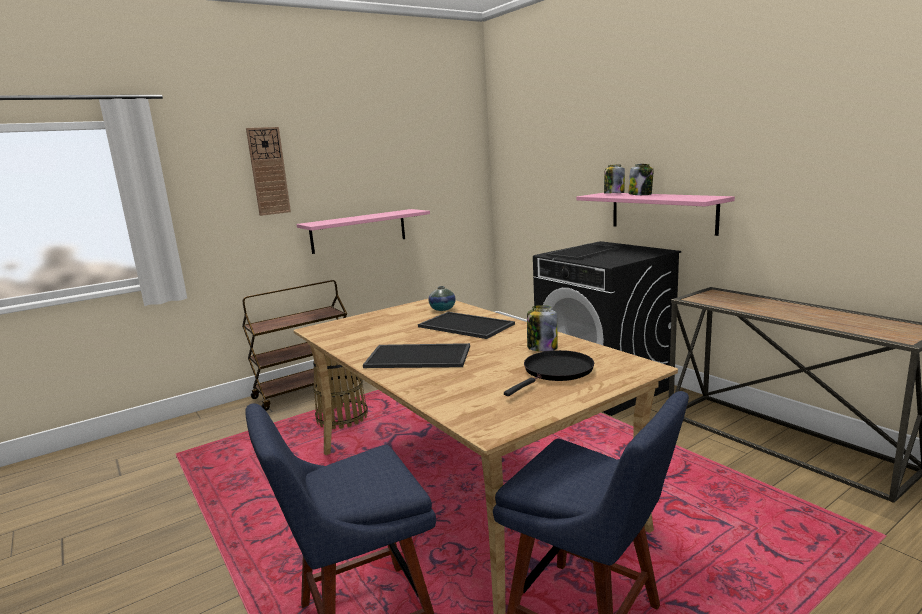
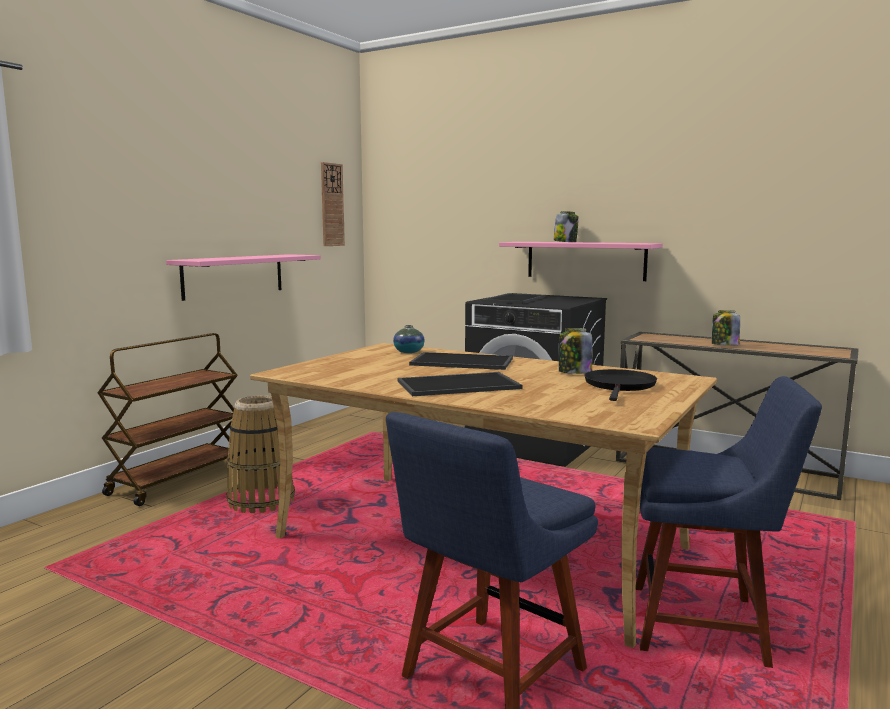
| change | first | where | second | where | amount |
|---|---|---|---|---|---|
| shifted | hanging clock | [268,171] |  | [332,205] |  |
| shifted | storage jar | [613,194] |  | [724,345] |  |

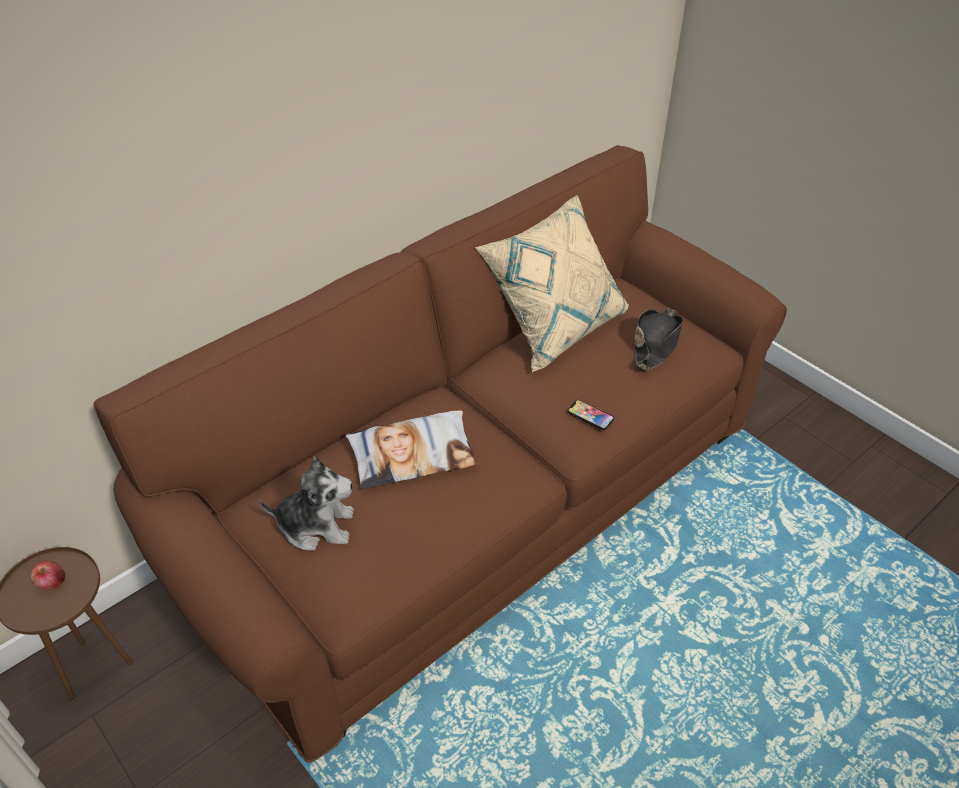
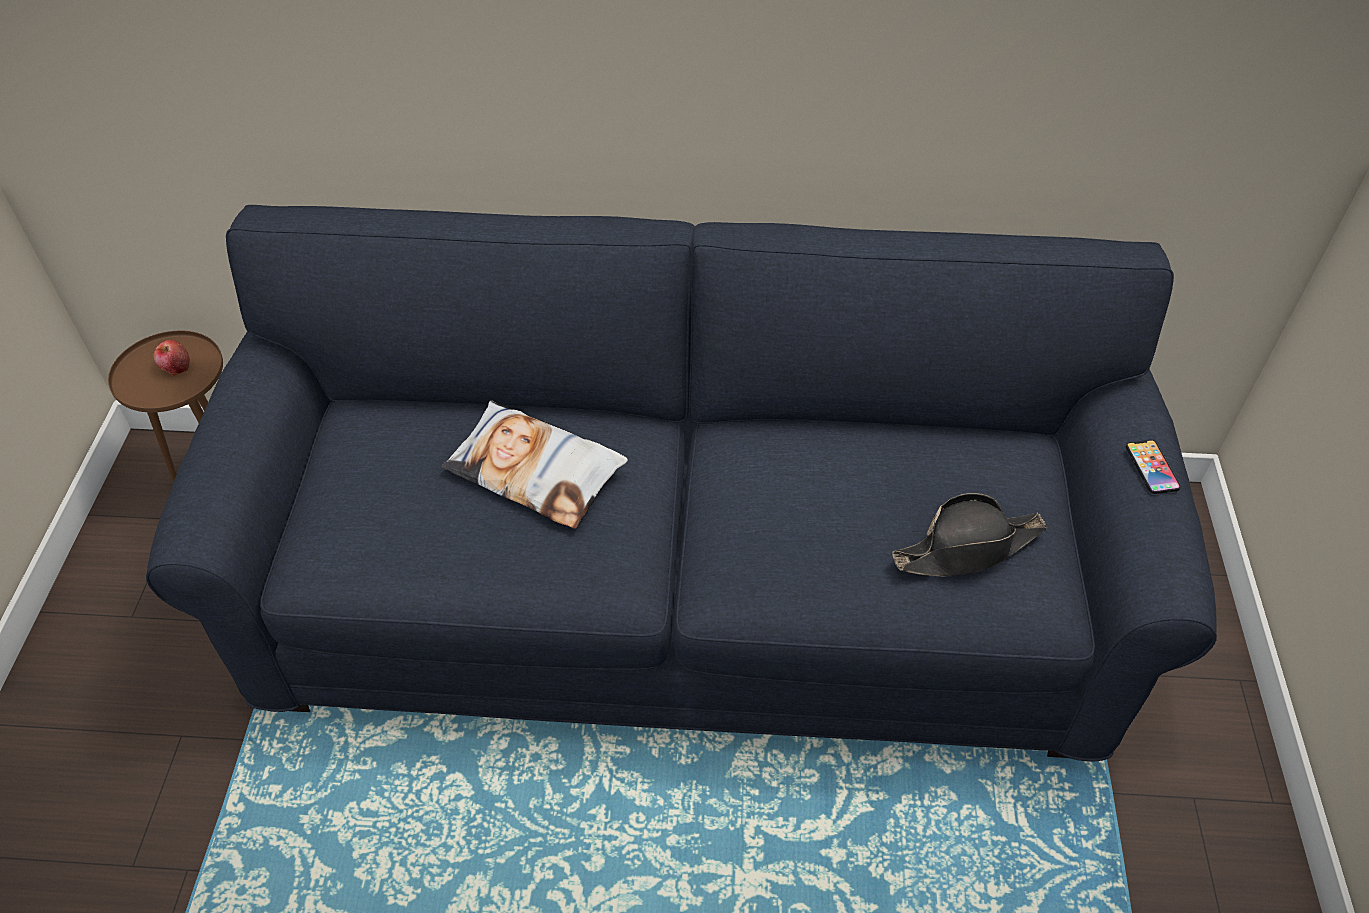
| change | first | where | second | where | amount |
|---|---|---|---|---|---|
| gone | soft toy | [316,525] |  |  |  |
| gone | beige-coloured cushion | [555,325] |  |  |  |
| shifted | telephone | [590,415] |  | [1152,467] |  |
| repainted | brown-coloured settee | [479,501] | bluish settee | [685,594] |  |

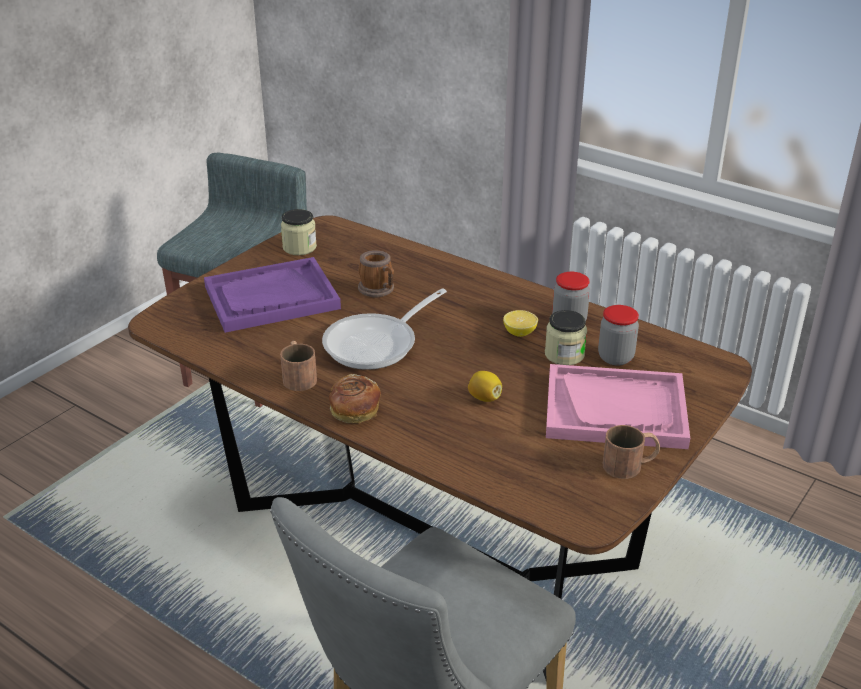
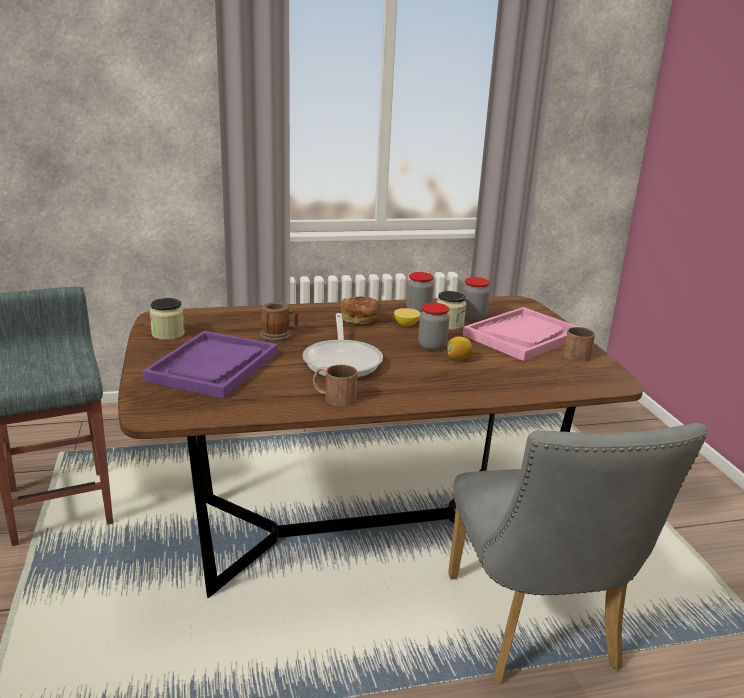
| change | first | where | second | where | amount |
|---|---|---|---|---|---|
| new |  |  | storage jar | [432,346] |  |
| shifted | baked bread | [354,412] |  | [360,319] |  |

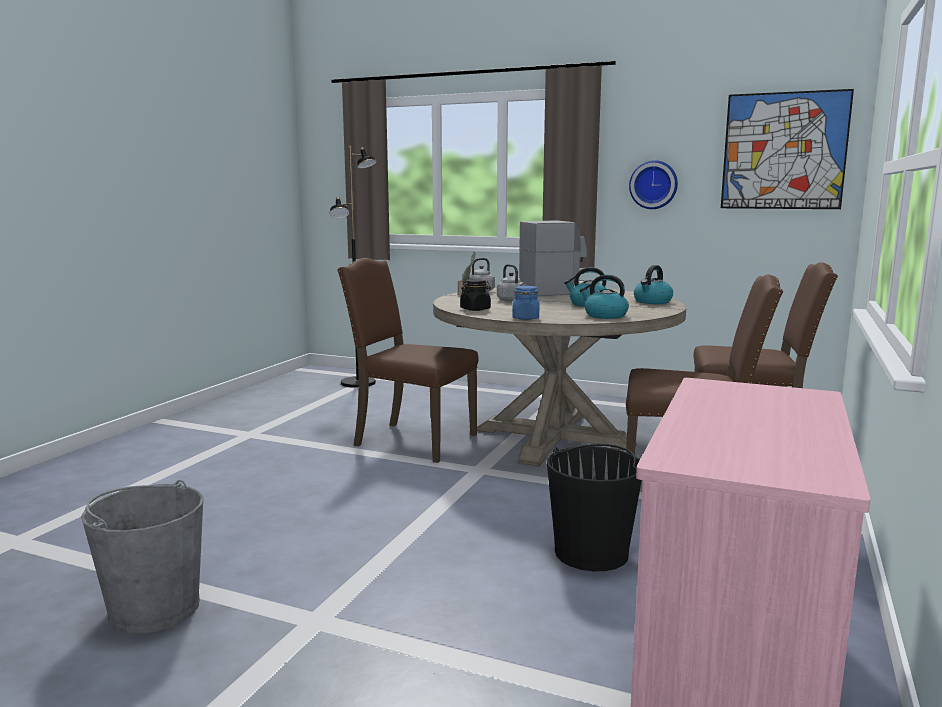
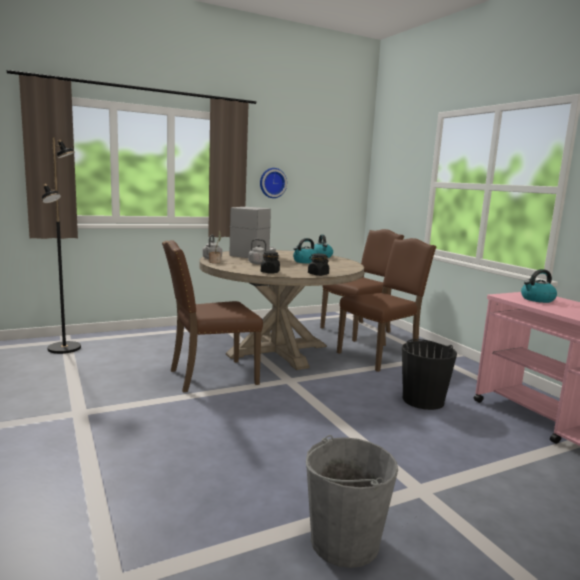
| change | first | where | second | where | amount |
|---|---|---|---|---|---|
| gone | wall art | [784,151] |  |  |  |
| shifted | kettle | [604,315] |  | [537,299] |  |
| repainted | bluish storage jar | [525,318] | blackish storage jar | [318,274] |  |

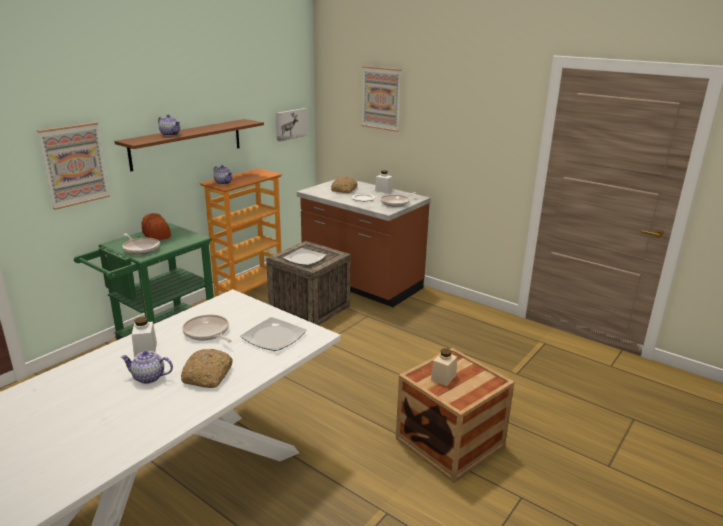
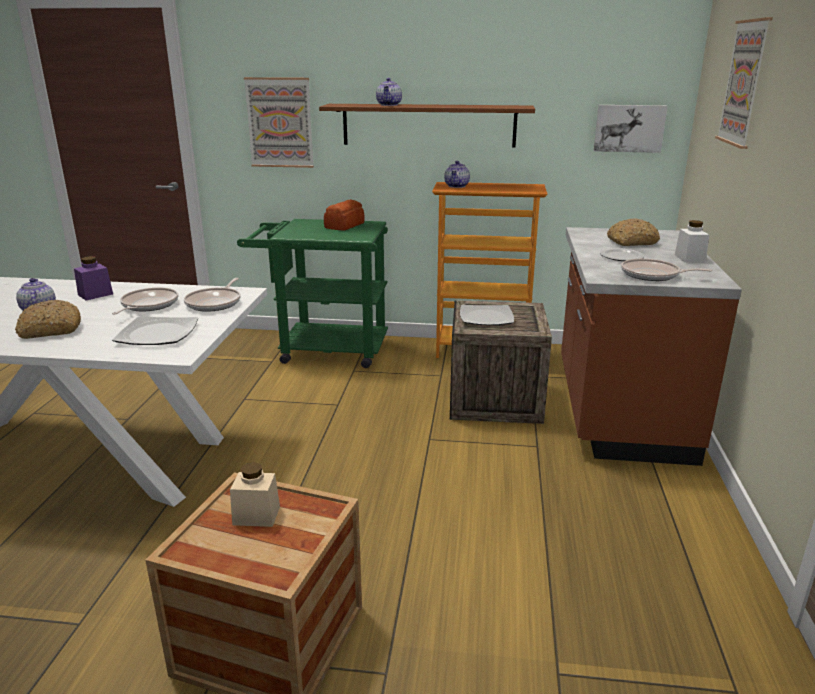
| change | first | where | second | where | amount |
|---|---|---|---|---|---|
| shifted | frying pan | [141,248] |  | [215,303] |  |
| repainted | whitish storage jar | [145,349] | purple storage jar | [95,294] |  |

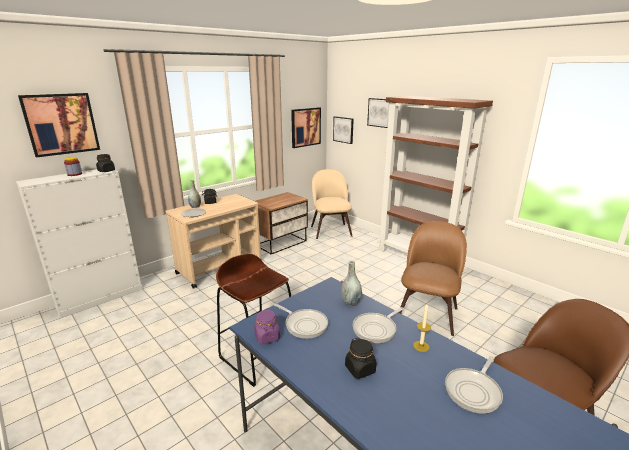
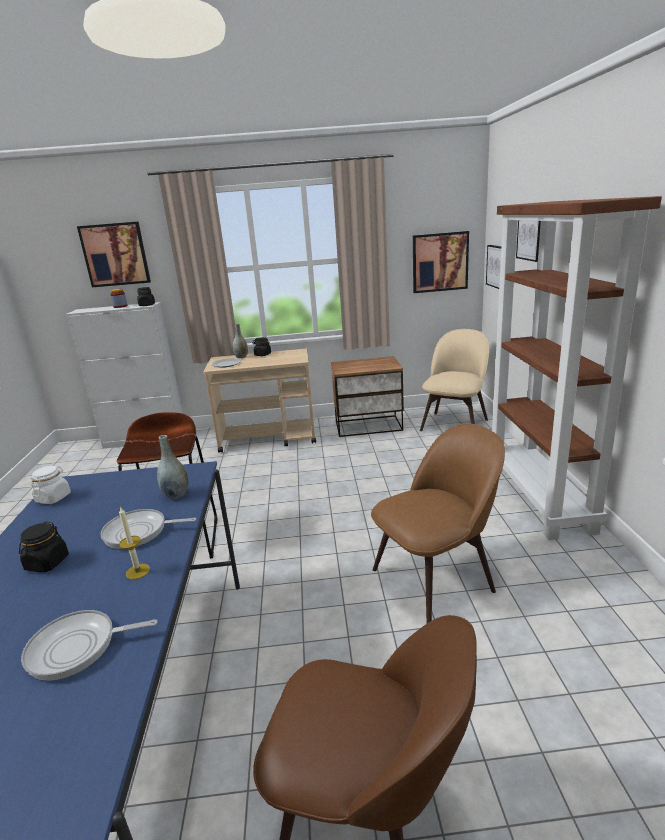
| change | first | where | second | where | amount |
|---|---|---|---|---|---|
| gone | frying pan | [304,324] |  |  |  |
| repainted | purple storage jar | [267,337] | whitish storage jar | [53,498] |  |

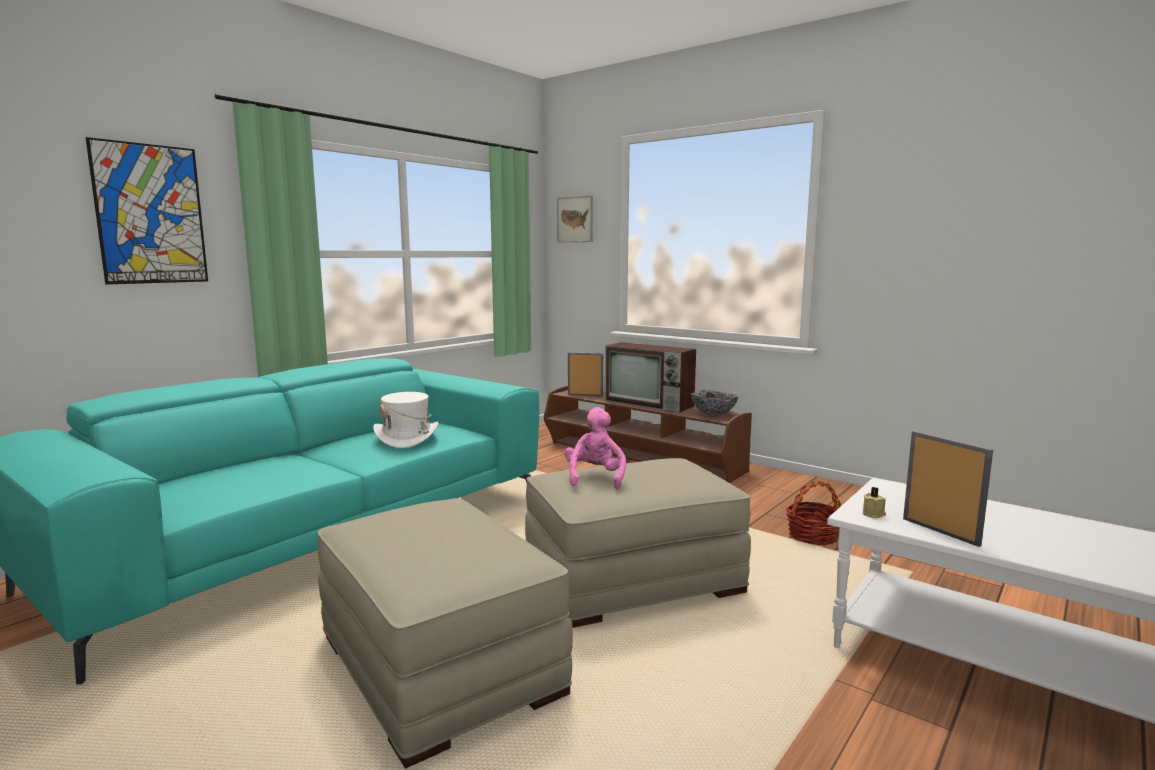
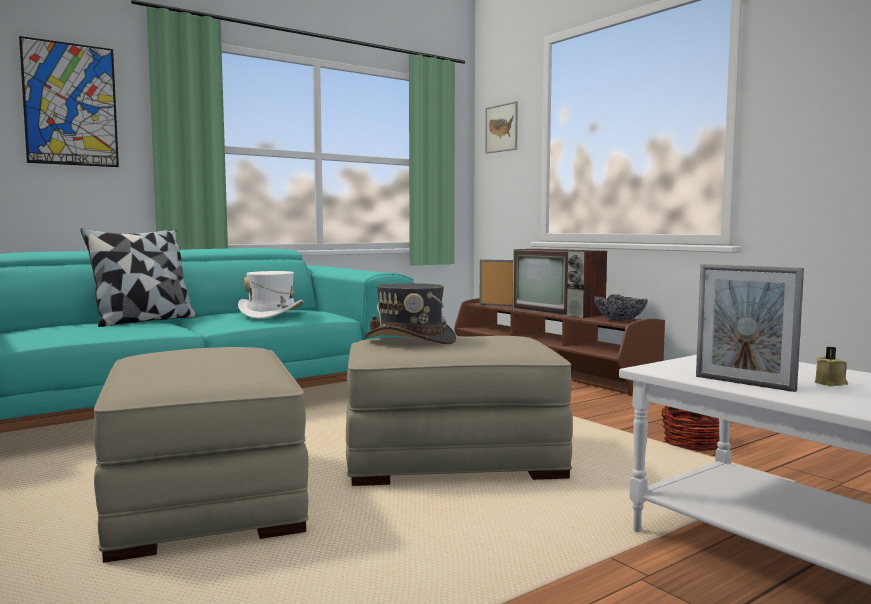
| change | first | where | second | where | amount |
|---|---|---|---|---|---|
| new |  |  | cushion | [143,321] |  |
| shifted | beige-coloured wax light | [874,514] |  | [831,383] |  |
| swapped | pink-coloured soft toy | [595,478] | grey hat | [410,340] |  |
| rotated | standing frame | [940,531] |  | [744,383] | 150 degrees clockwise |

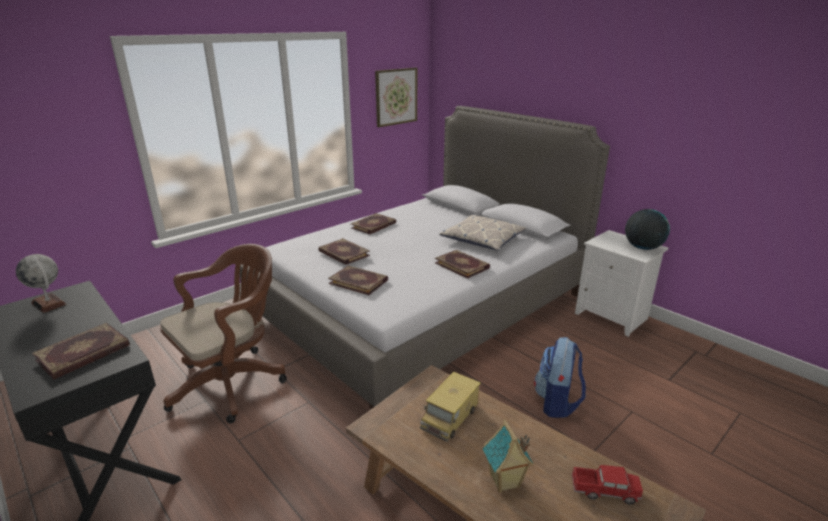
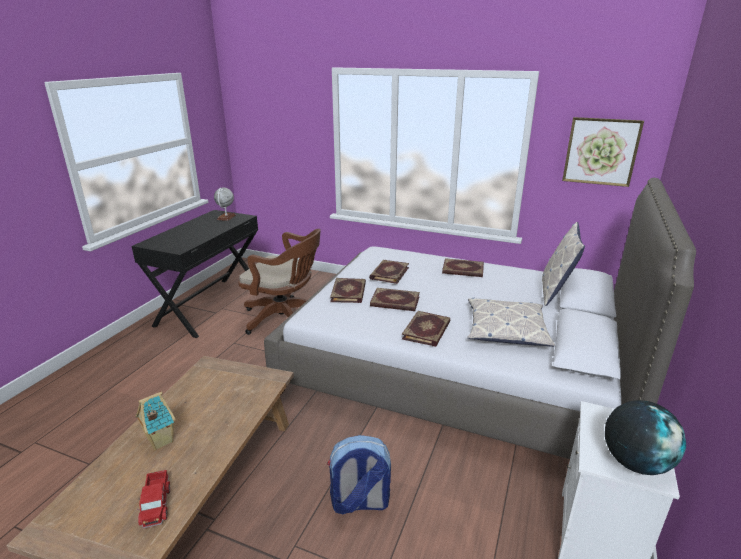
| change | first | where | second | where | amount |
|---|---|---|---|---|---|
| gone | toy lorry | [450,417] |  |  |  |
| new |  |  | cushion | [555,292] |  |
| shifted | book | [84,353] |  | [395,302] |  |

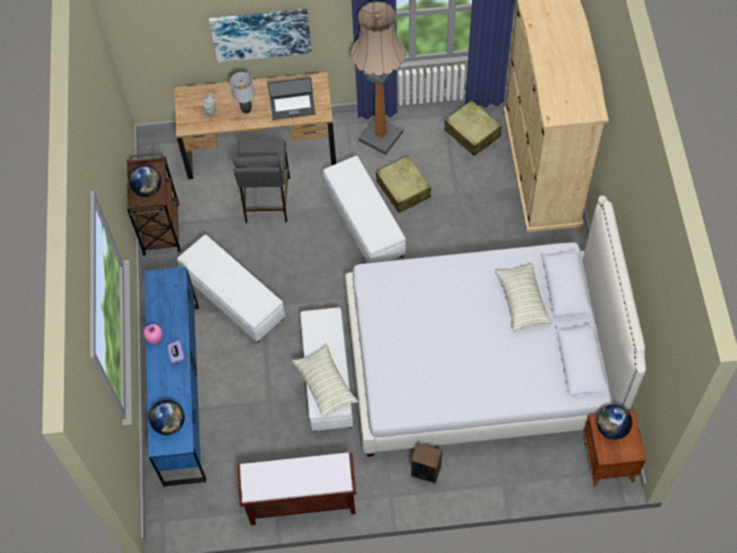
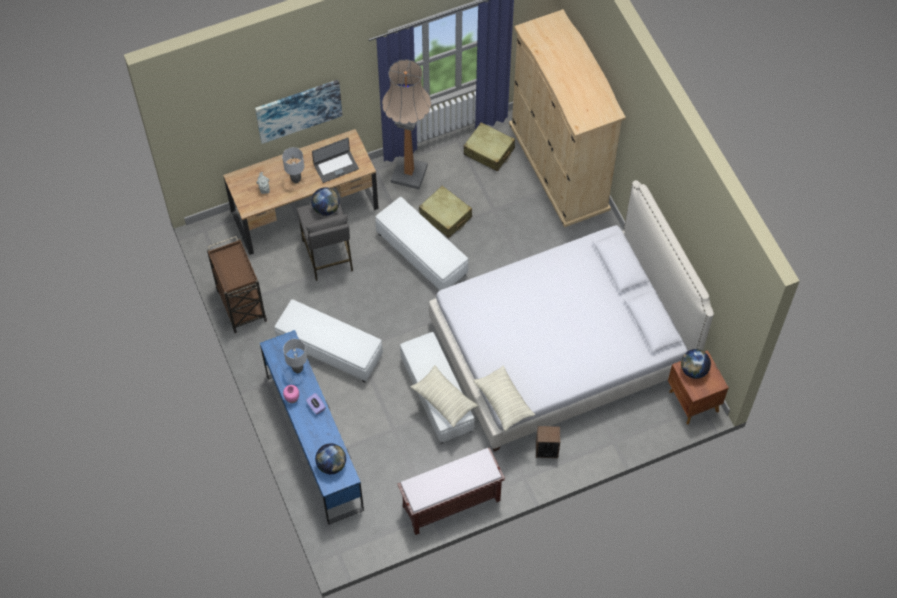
| change | first | where | second | where | amount |
|---|---|---|---|---|---|
| new |  |  | grey lamp for a table | [297,369] |  |
| shifted | globe | [148,189] |  | [326,209] |  |
| shifted | cushion | [522,302] |  | [503,402] |  |

